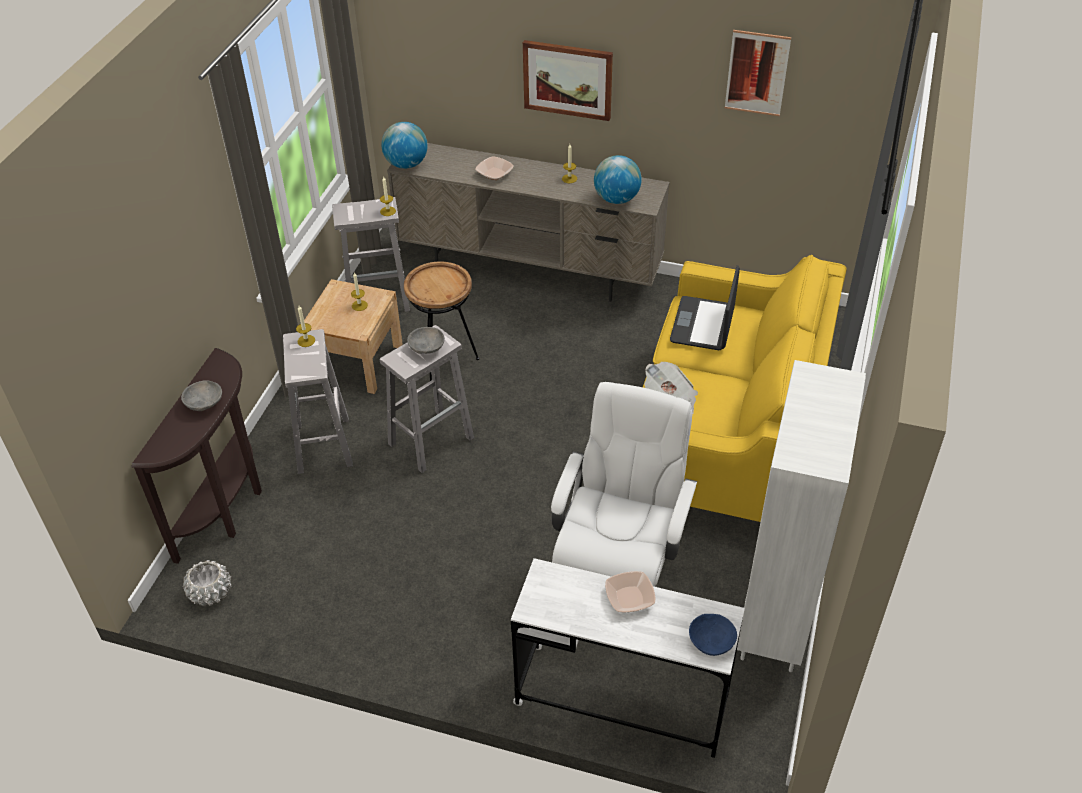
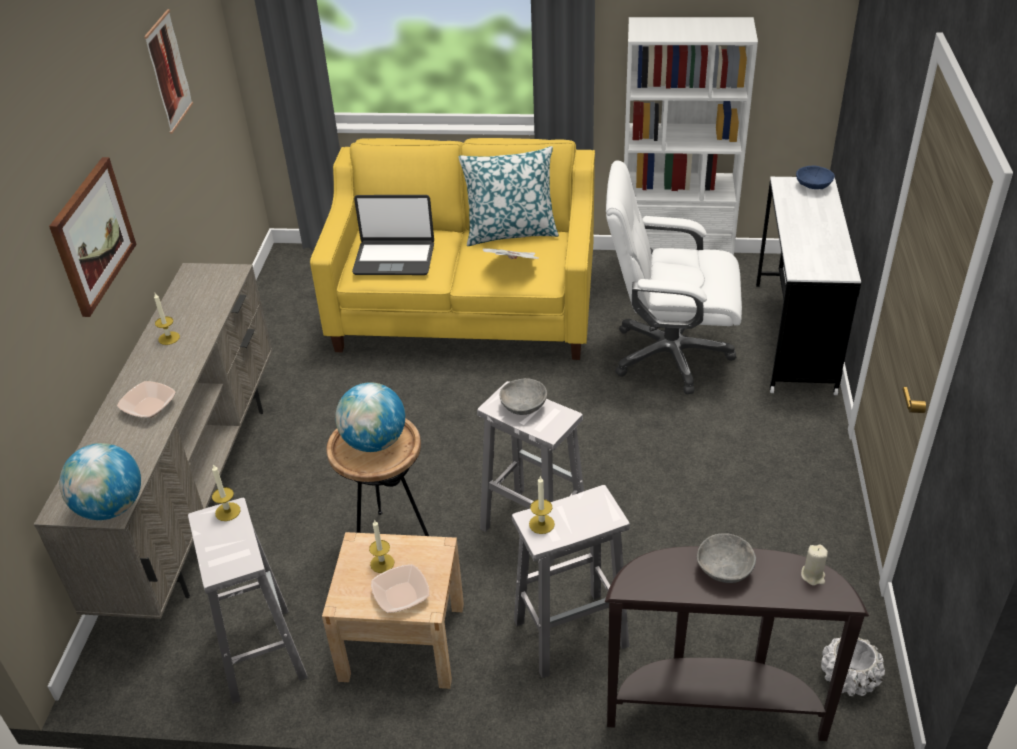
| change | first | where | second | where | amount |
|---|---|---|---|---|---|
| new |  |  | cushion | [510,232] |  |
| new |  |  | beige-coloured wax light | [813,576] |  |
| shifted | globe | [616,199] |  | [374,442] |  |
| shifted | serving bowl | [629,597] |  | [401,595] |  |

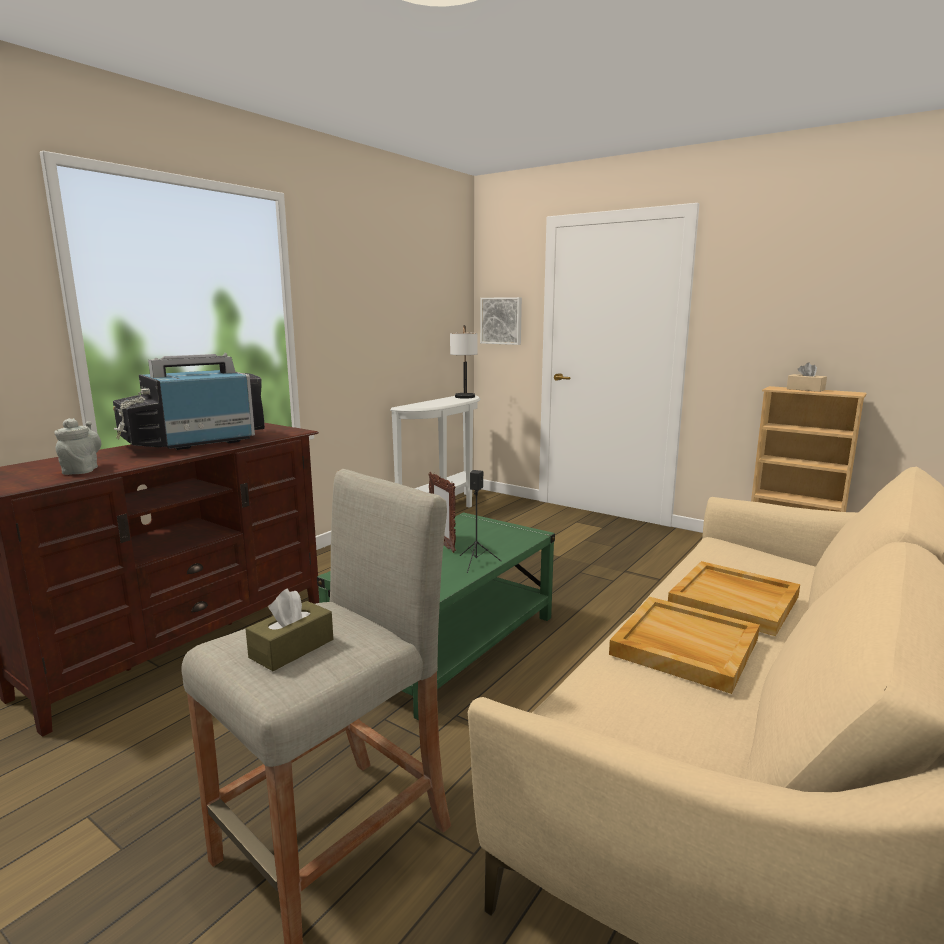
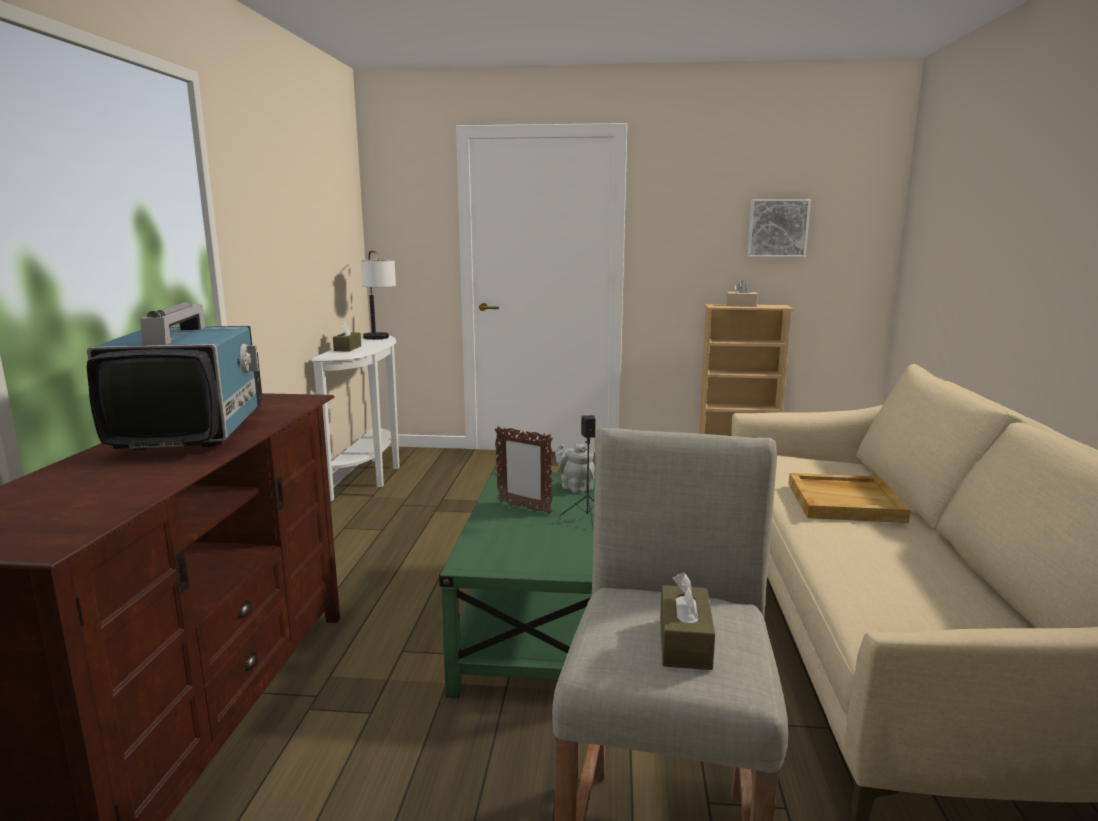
| change | first | where | second | where | amount |
|---|---|---|---|---|---|
| gone | beige-coloured carrying tray | [683,646] |  |  |  |
| new |  |  | brown-coloured box of tissues | [347,348] |  |
| shifted | grey teapot | [82,470] |  | [575,487] |  |
| shifted | wall art | [502,320] |  | [777,228] |  |
| rotated | television | [192,442] |  | [193,431] | 150 degrees clockwise |

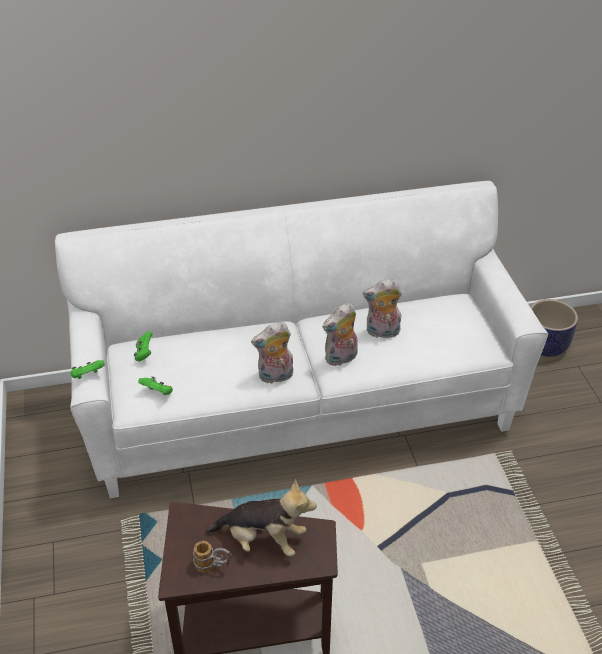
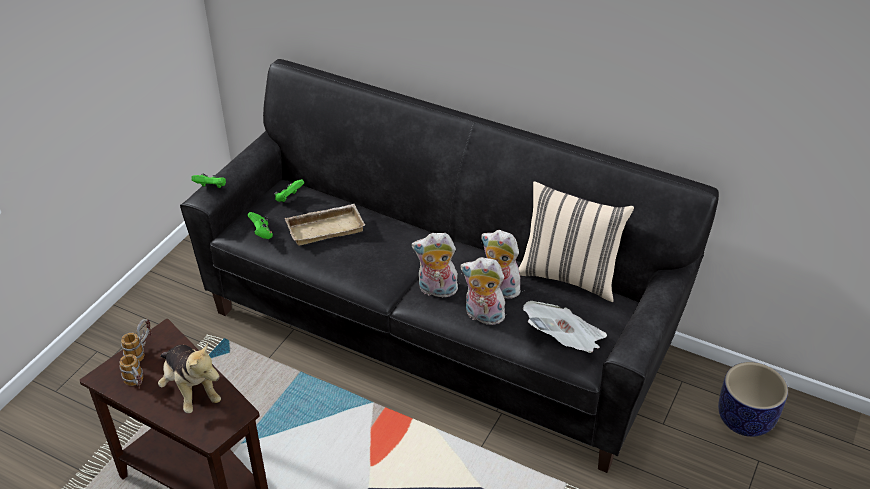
| change | first | where | second | where | amount |
|---|---|---|---|---|---|
| new |  |  | mug | [141,350] |  |
| new |  |  | beige-coloured carrying tray | [326,227] |  |
| new |  |  | beige-coloured cushion | [569,276] |  |
| new |  |  | printed paper | [564,342] |  |
| shifted | soft toy | [275,377] |  | [482,316] |  |
| repainted | whitish settee | [300,409] | blackish settee | [435,334] |  |

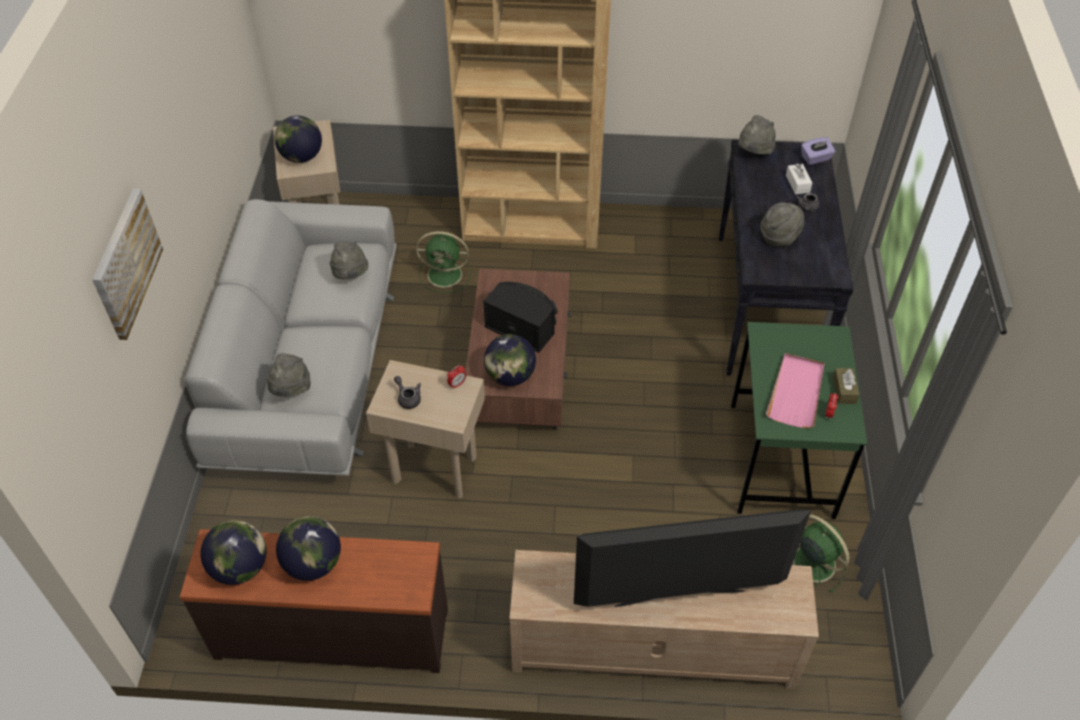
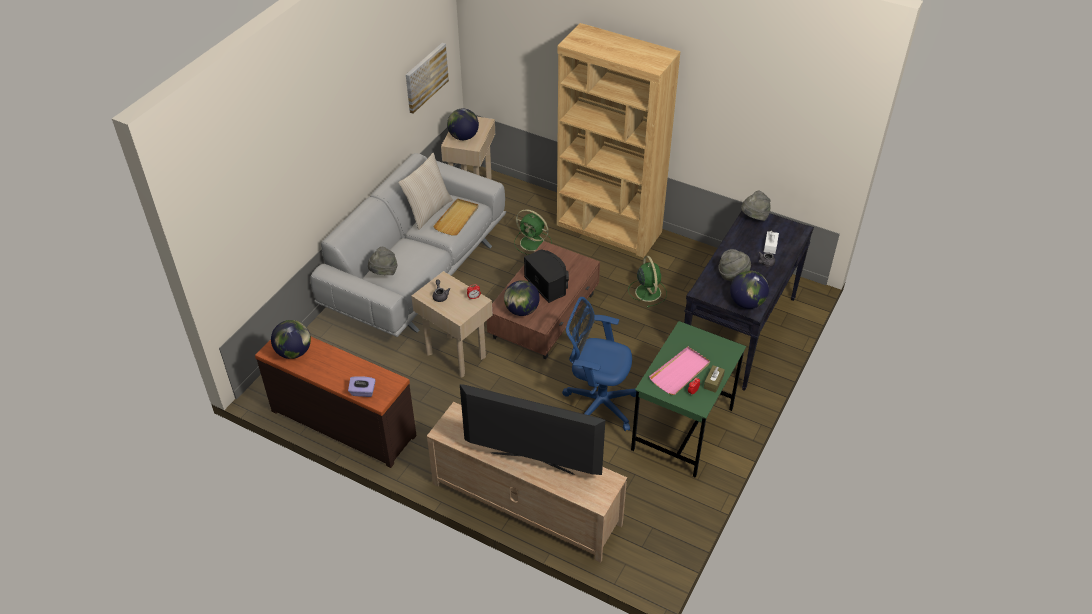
| change | first | where | second | where | amount |
|---|---|---|---|---|---|
| new |  |  | beige-coloured cushion | [428,211] |  |
| new |  |  | bluish office chair | [598,402] |  |
| shifted | wall art | [125,263] |  | [426,77] |  |
| shifted | globe | [313,563] |  | [747,303] |  |
| shifted | green-coloured cooling fan | [812,562] |  | [647,291] |  |
| shifted | purple box of tissues | [815,158] |  | [363,392] |  |
| swapped | grey hat | [350,275] | beige-coloured carrying tray | [457,218] |  |

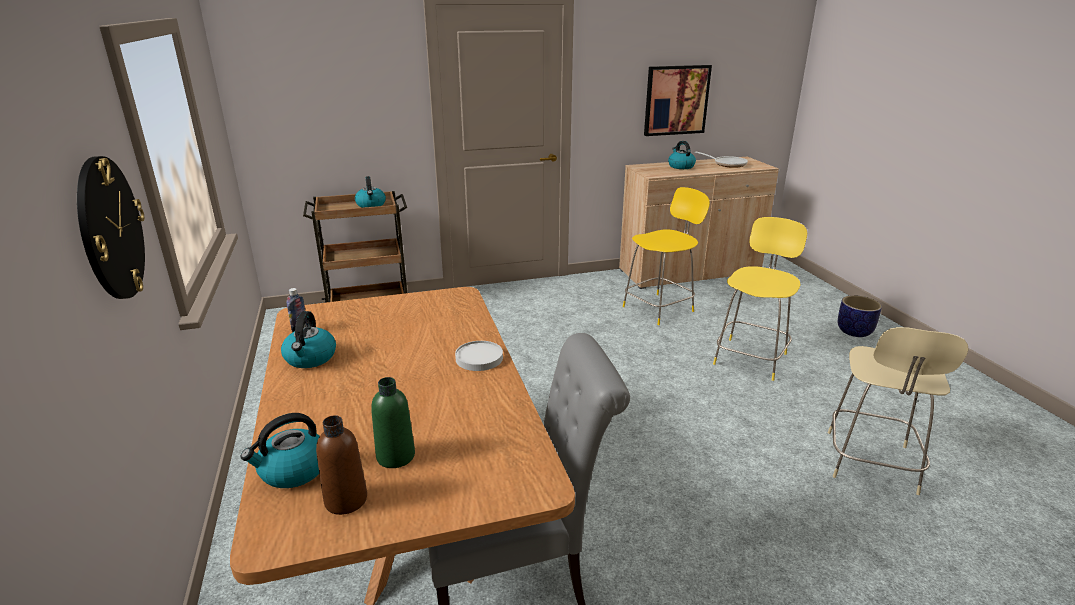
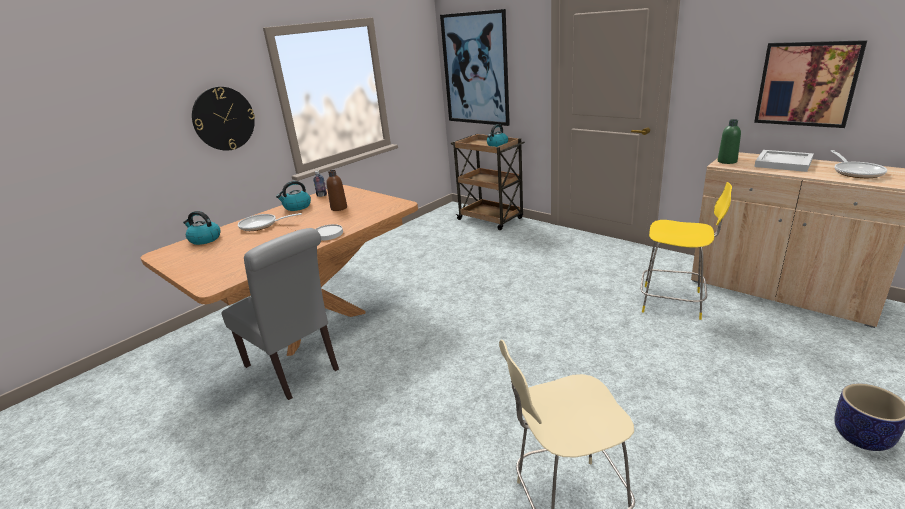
| change | first | where | second | where | amount |
|---|---|---|---|---|---|
| gone | yellow stool | [751,357] |  |  |  |
| new |  |  | frying pan | [262,225] |  |
| new |  |  | wall art | [475,69] |  |
| shifted | brown-coloured beverage bottle | [346,500] |  | [339,208] |  |
| shifted | green-coloured beverage bottle | [395,456] |  | [727,161] |  |
| swapped | kettle | [680,166] | whitish carrying tray | [782,163] |  |

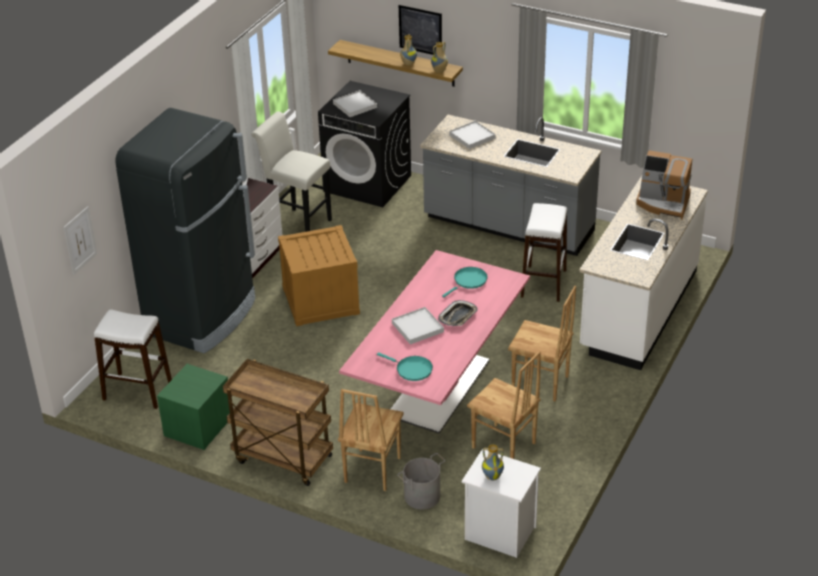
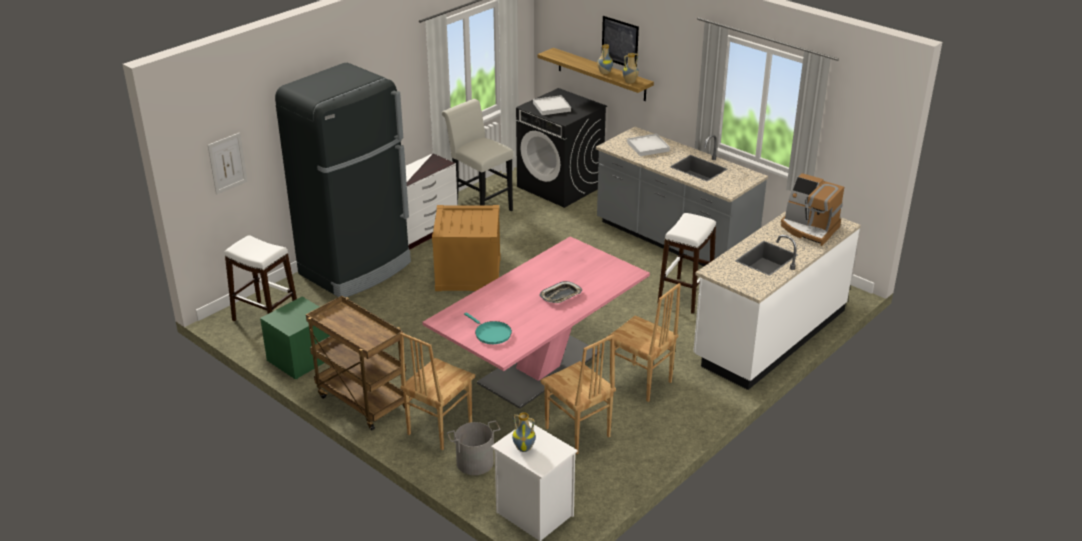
| change | first | where | second | where | amount |
|---|---|---|---|---|---|
| gone | whitish carrying tray | [417,327] |  |  |  |
| gone | turquoise frying pan | [468,281] |  |  |  |

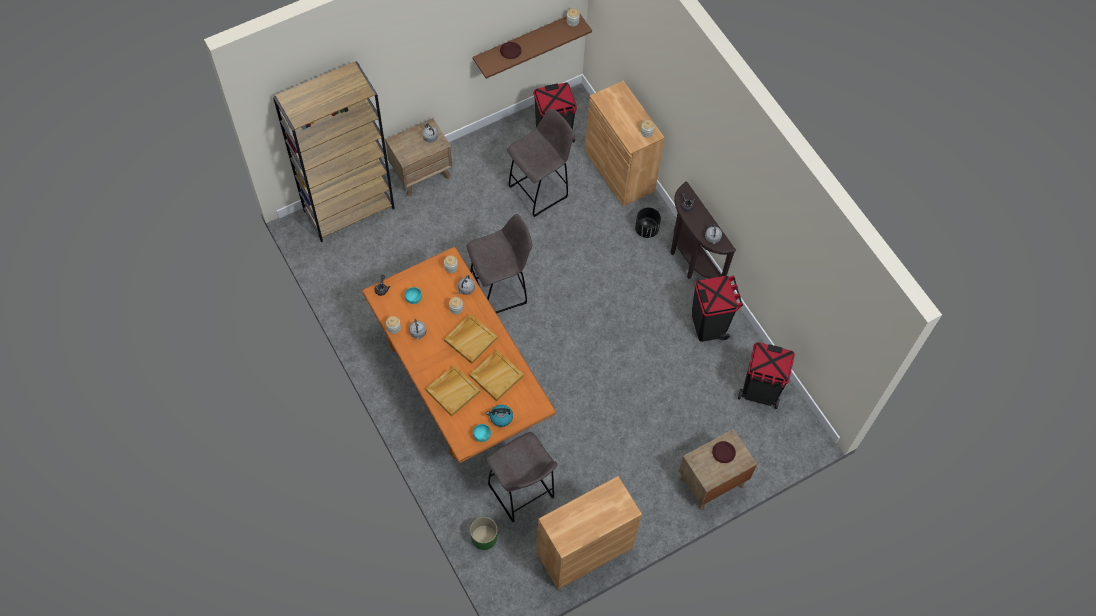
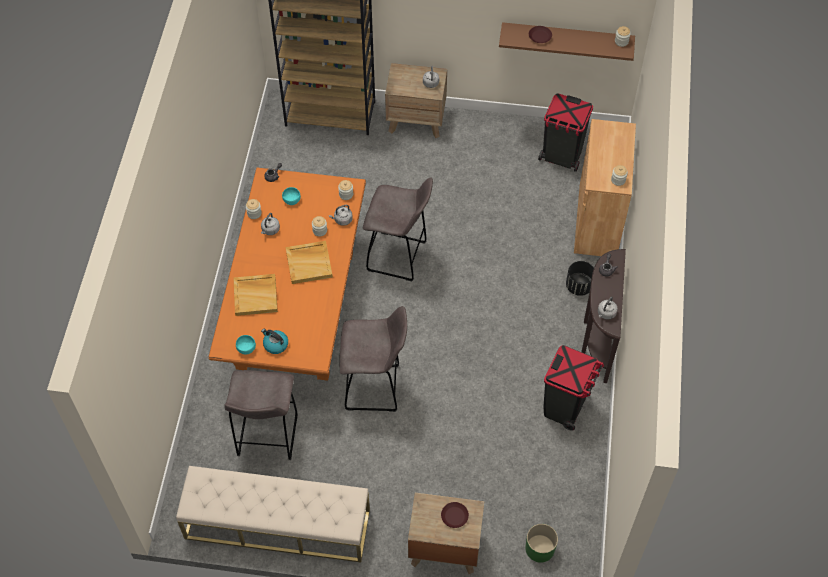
| change | first | where | second | where | amount |
|---|---|---|---|---|---|
| gone | beige-coloured carrying tray | [496,375] |  |  |  |
| gone | blackish waste bin | [759,391] |  |  |  |
| shifted | green-coloured planter | [484,537] |  | [539,548] |  |
| shifted | grey stool | [540,191] |  | [374,387] |  |
| swapped | brown-coloured cupboard | [584,550] | beige-coloured bench | [277,524] |  |

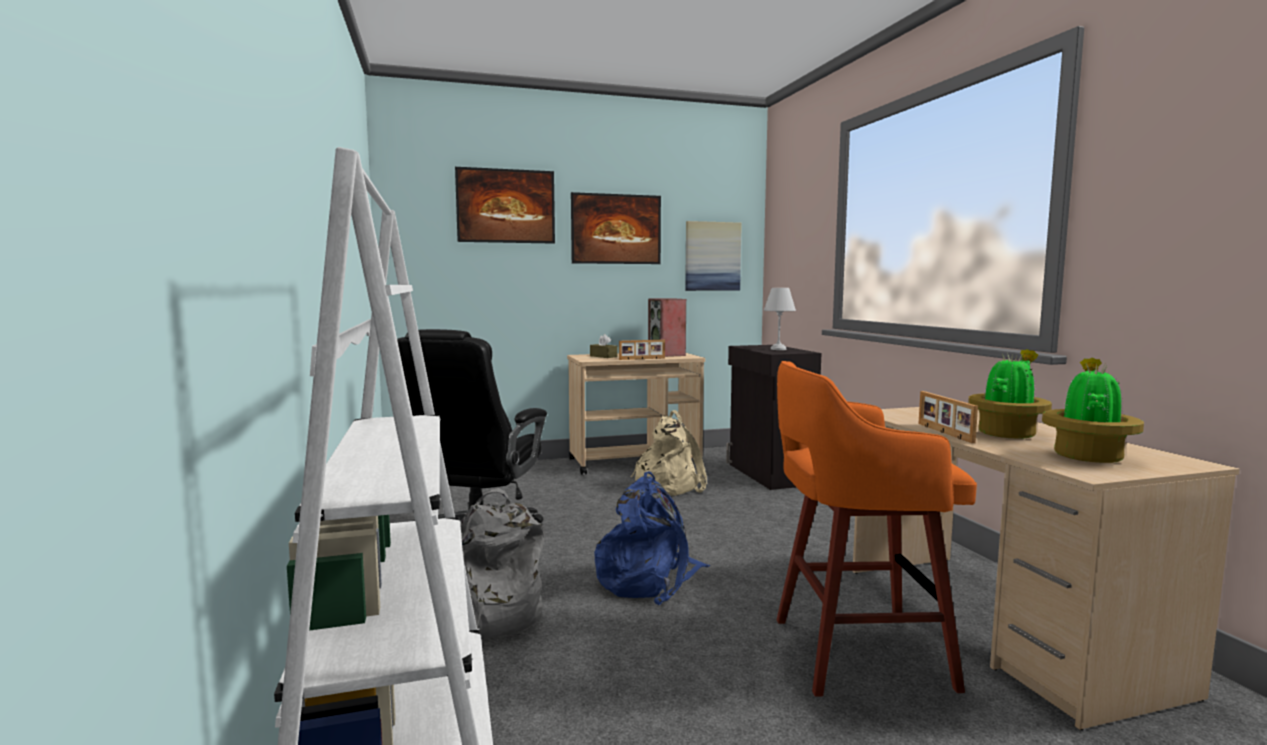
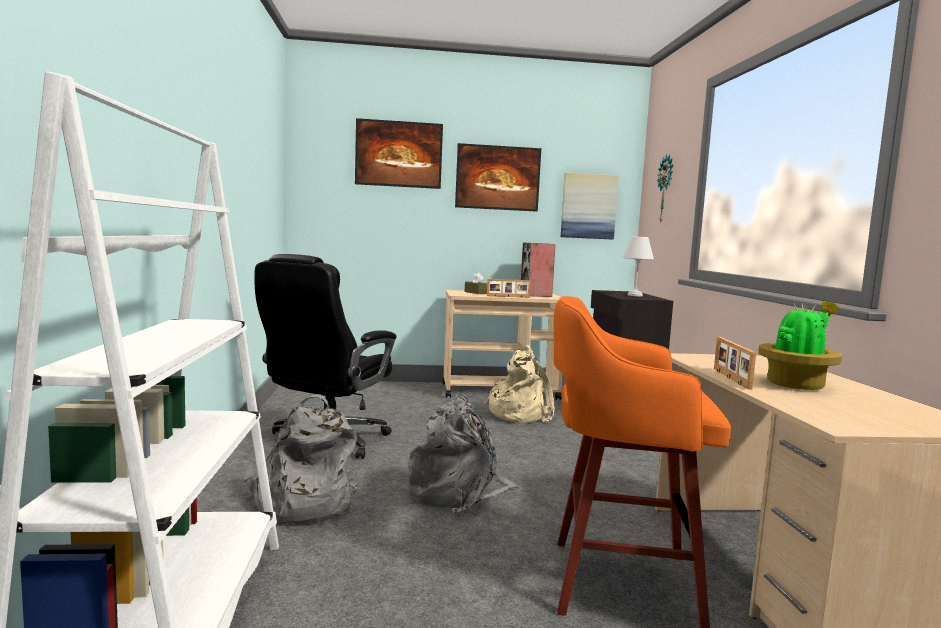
| change | first | where | second | where | amount |
|---|---|---|---|---|---|
| gone | houseplant | [1087,456] |  |  |  |
| new |  |  | hanging clock | [666,189] |  |
| repainted | bluish rucksack | [649,579] | grey rucksack | [459,492] |  |

